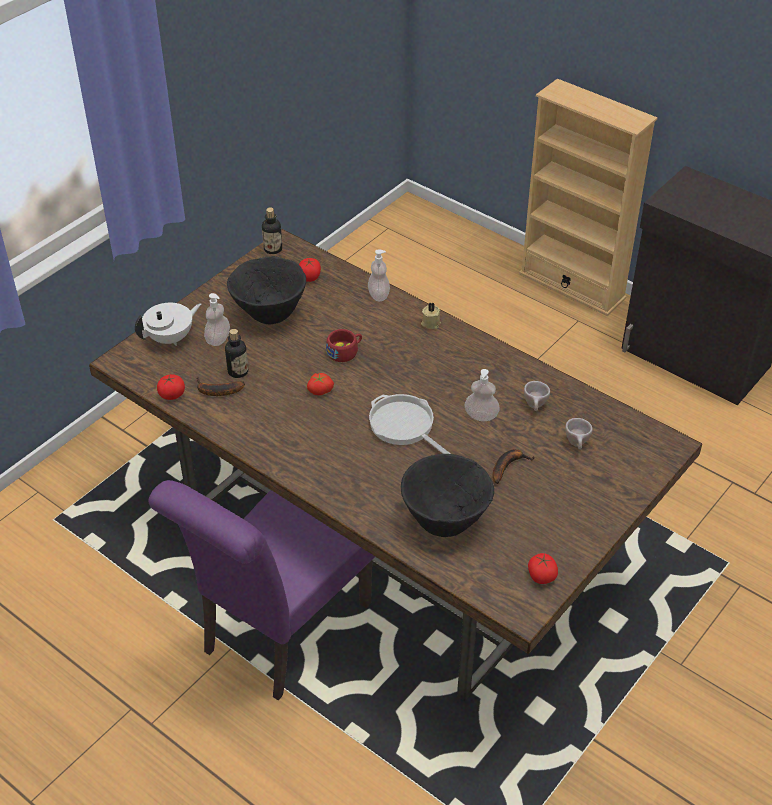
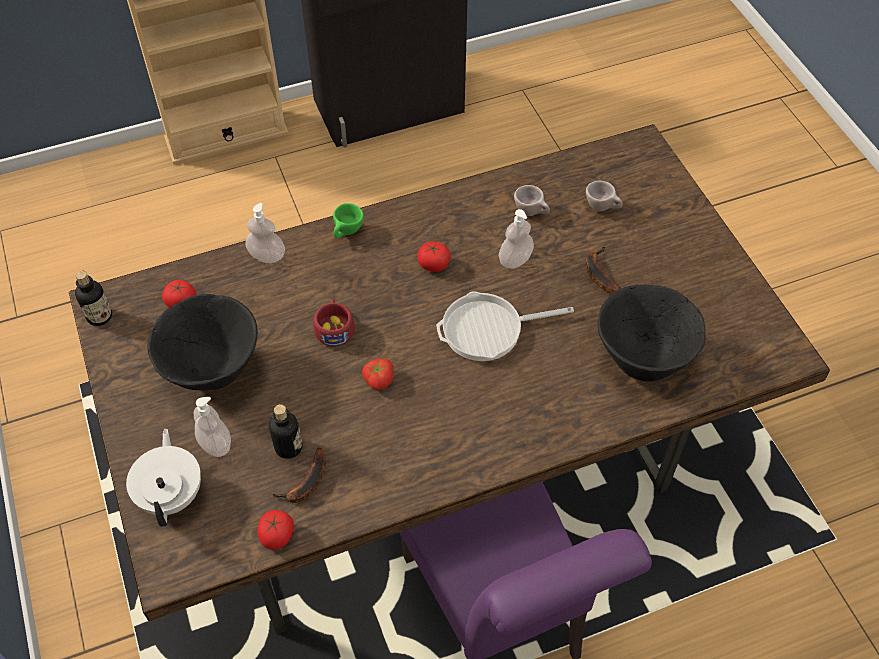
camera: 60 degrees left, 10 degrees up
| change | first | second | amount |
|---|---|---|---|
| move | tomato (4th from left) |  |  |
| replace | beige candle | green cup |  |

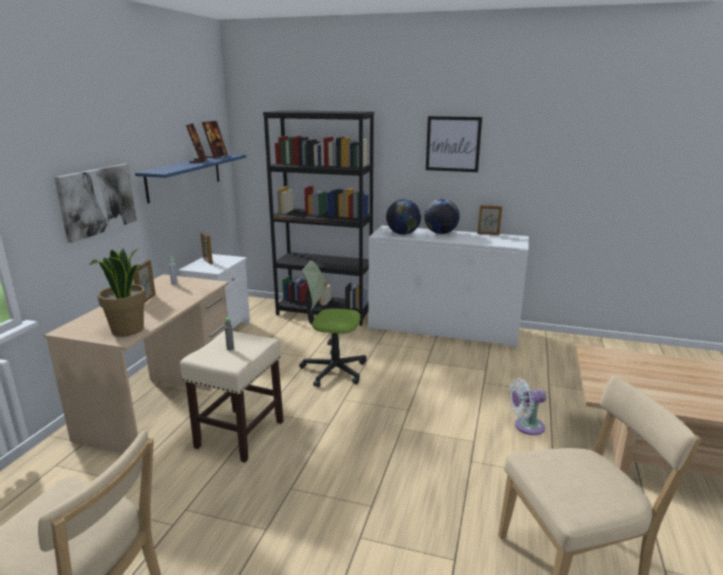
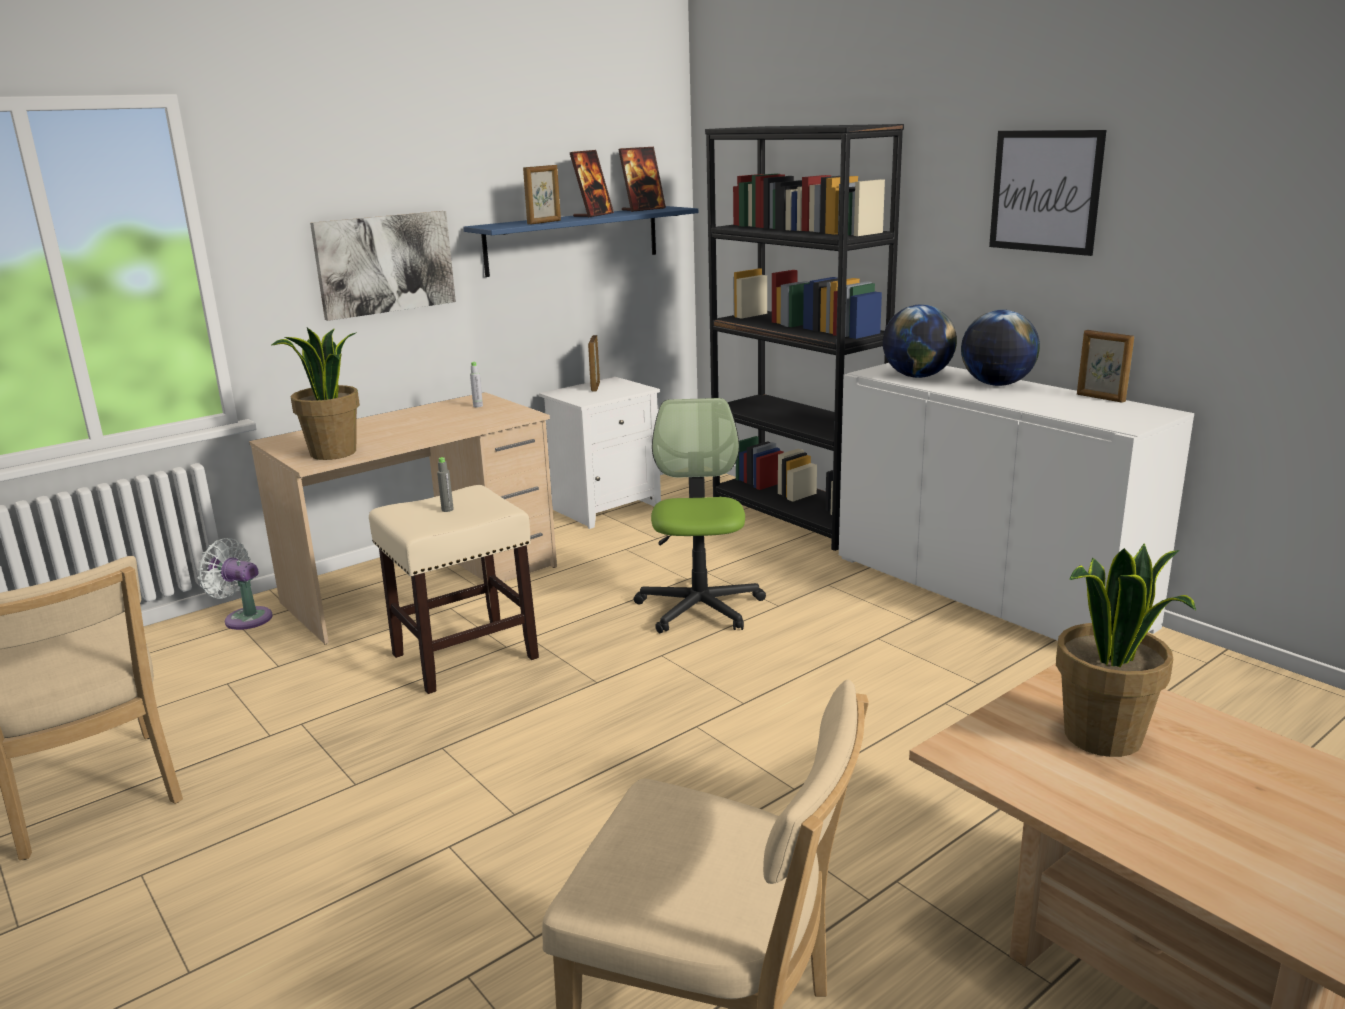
camera: 35 degrees right, 0 degrees up
| change | first | second | amount |
|---|---|---|---|
| insert |  | potted plant (2nd from left) |  |
| move | picture frame (1st from left) |  |  |
| move | white fan |  |  |
| rotate | office chair |  | 45 degrees clockwise |

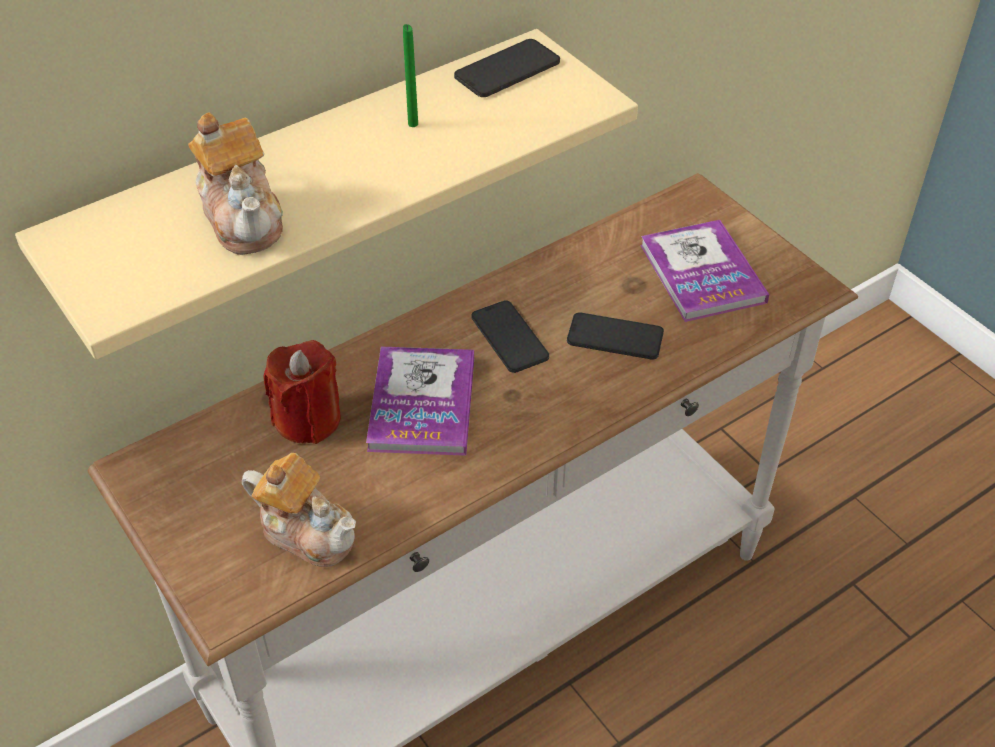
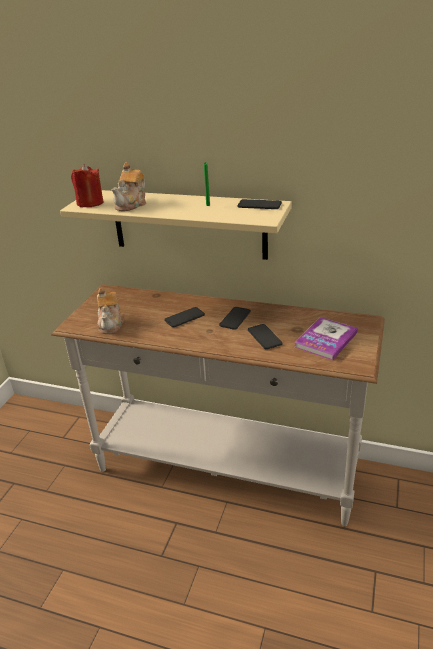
camera: 55 degrees right, 15 degrees down
| change | first | second | amount |
|---|---|---|---|
| move | red candle |  |  |
| replace | book (1st from left) | phone (1st from left) |  |

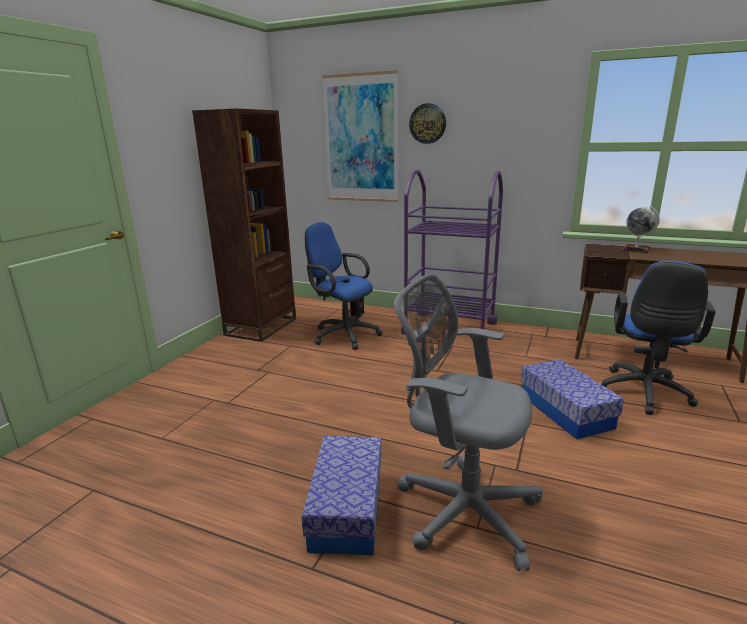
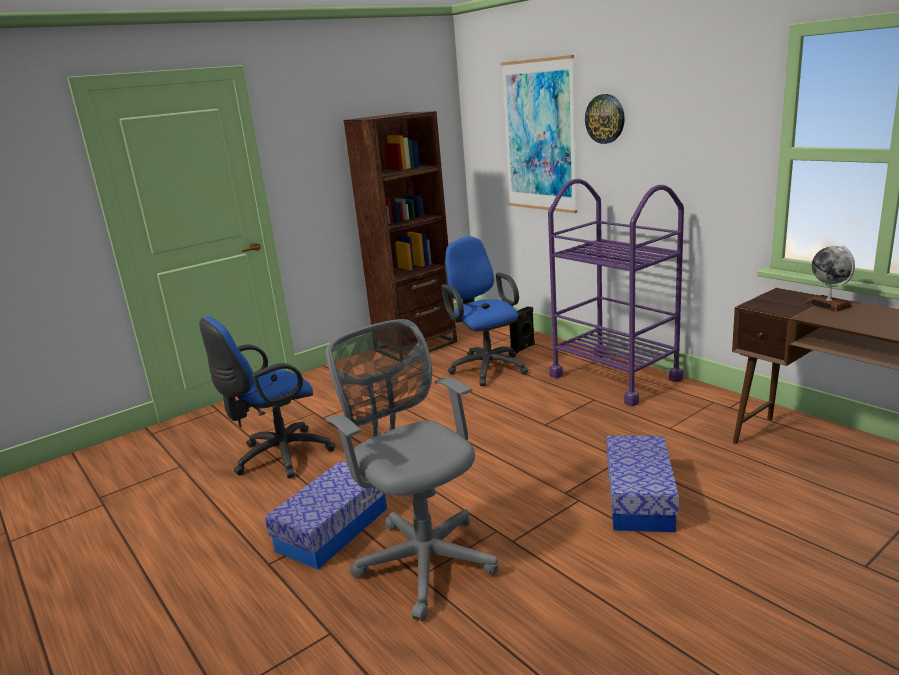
camera: 30 degrees right, 0 degrees up
| change | first | second | amount |
|---|---|---|---|
| move | blue office chair (2nd from left in the first image) | blue office chair (1st from left) |  |

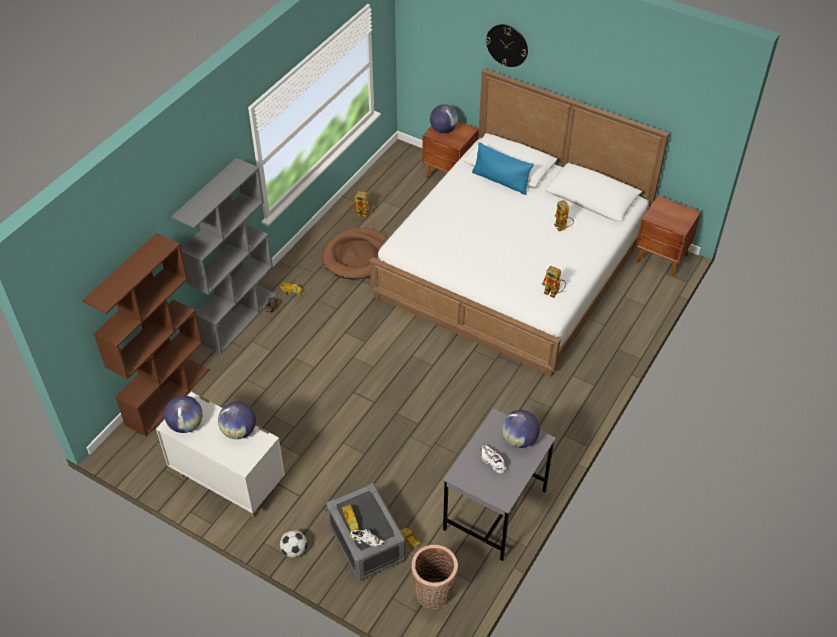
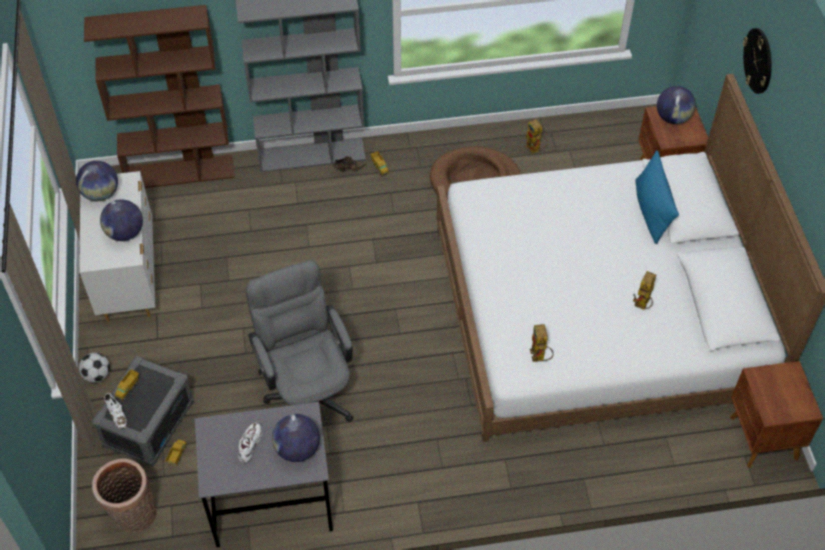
camera: 50 degrees right, 5 degrees up
| change | first | second | amount |
|---|---|---|---|
| insert |  | grey office chair |  |

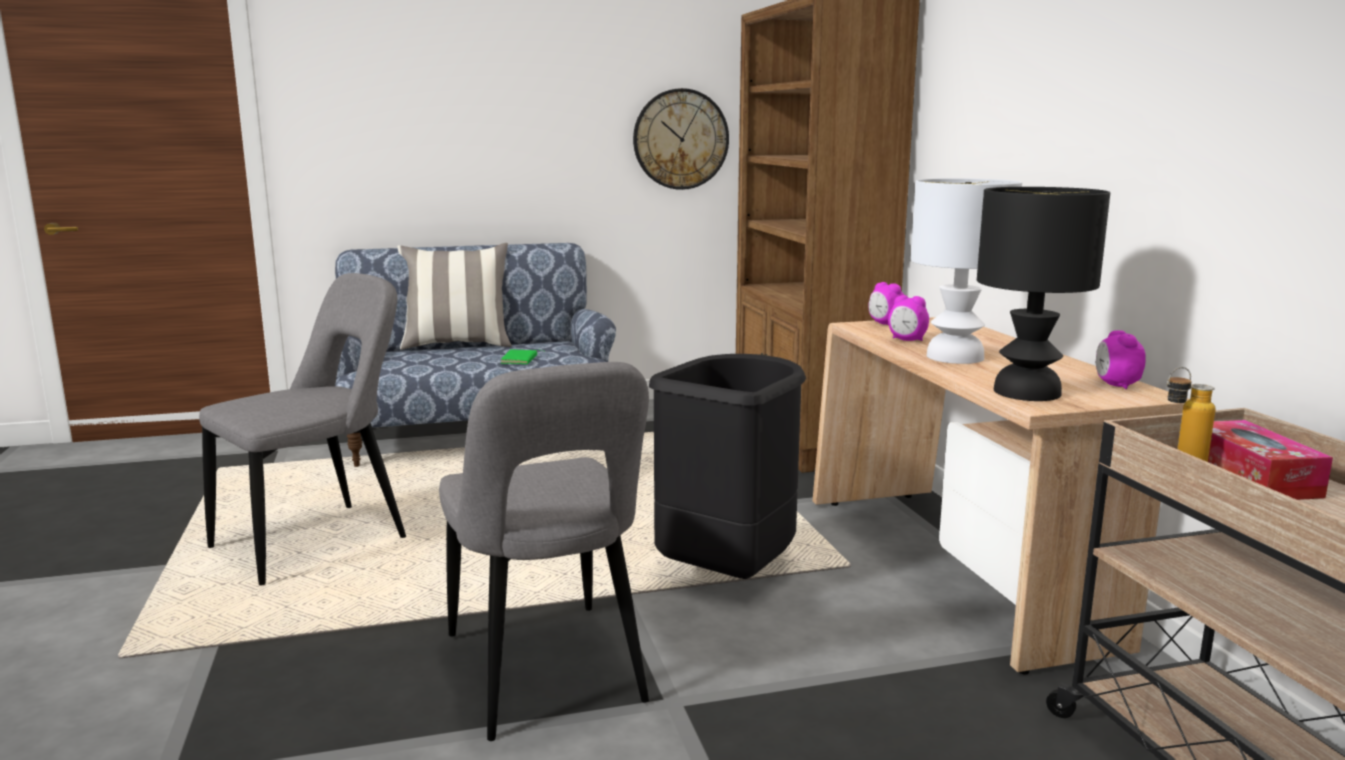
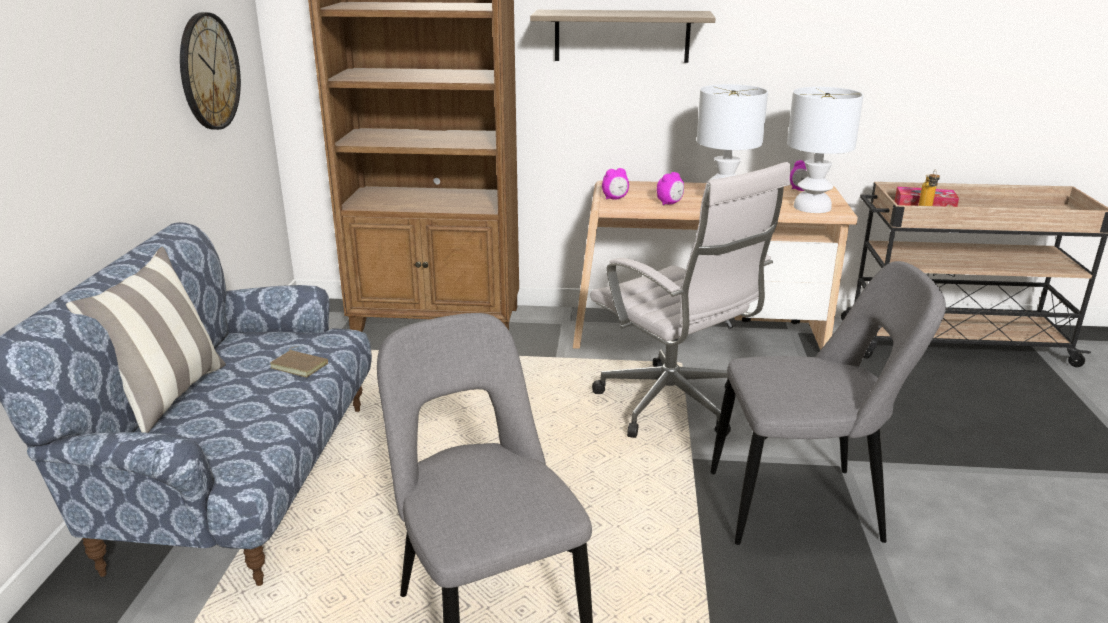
camera: 70 degrees left, 10 degrees up
| change | first | second | amount |
|---|---|---|---|
| insert |  | shelf |  |
| replace | black trash can | white office chair |  |
| recolor | green book | brown book |  |
| recolor | black table lamp | white table lamp (2nd from left) |  |

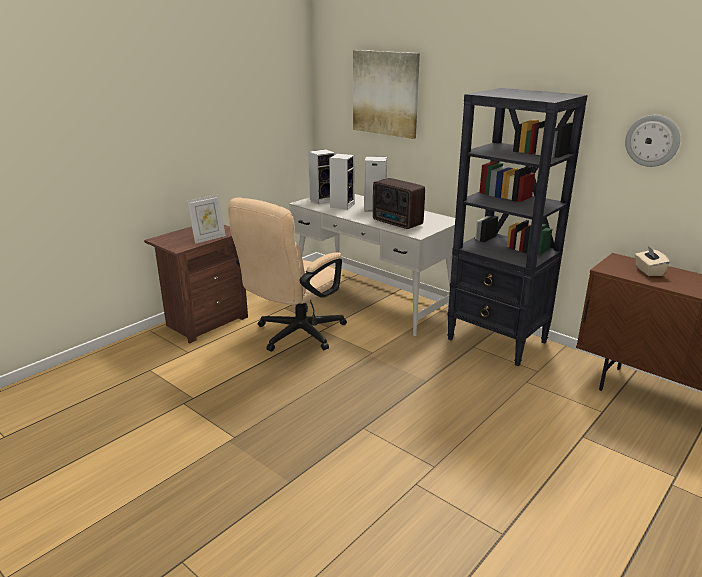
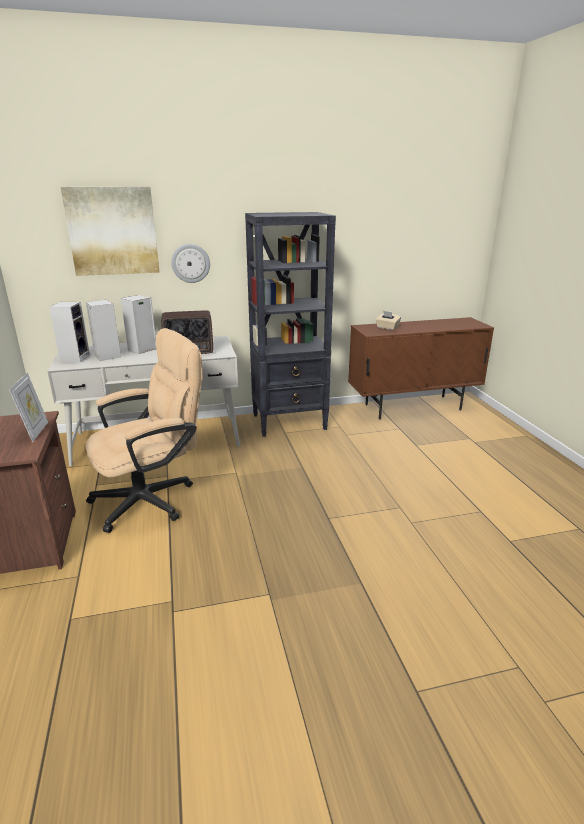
camera: 55 degrees left, 0 degrees up
| change | first | second | amount |
|---|---|---|---|
| move | wall clock |  |  |
| rotate | beige office chair |  | 105 degrees counterclockwise |

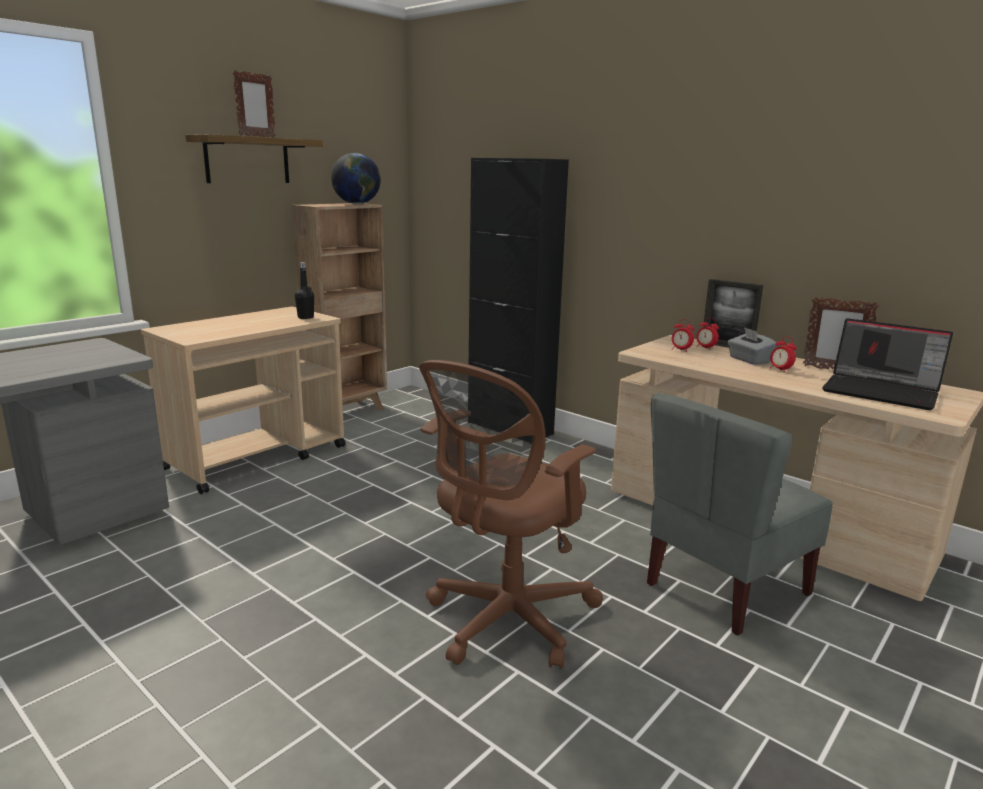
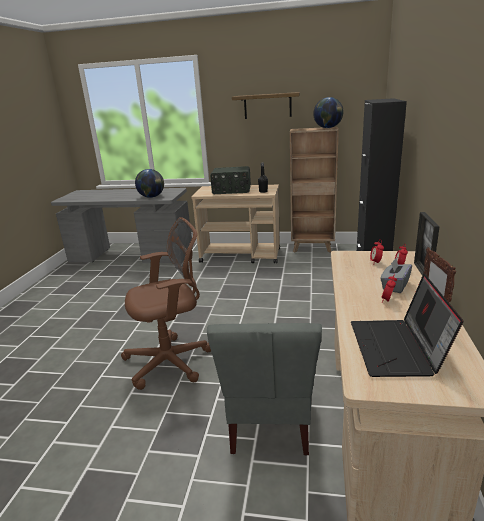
camera: 60 degrees right, 5 degrees up
| change | first | second | amount |
|---|---|---|---|
| delete | picture frame (1st from left) |  |  |
| insert |  | globe (1st from left) |  |
| insert |  | radio |  |
| rotate | brown office chair |  | 150 degrees clockwise |
| rotate | grey chair |  | 105 degrees counterclockwise |

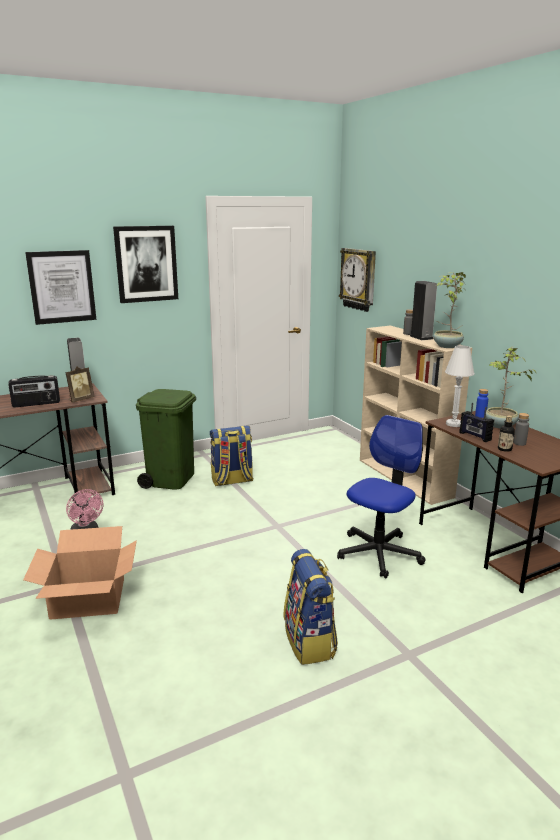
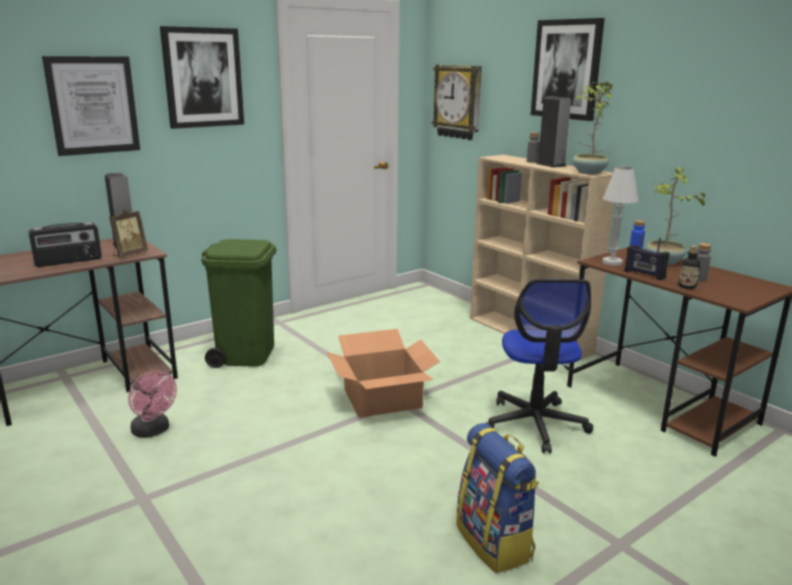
camera: 10 degrees left, 0 degrees up
| change | first | second | amount |
|---|---|---|---|
| delete | backpack (1st from left) |  |  |
| insert |  | picture (3rd from left) |  |
| move | cardboard box |  |  |
| rotate | office chair |  | 150 degrees clockwise |

